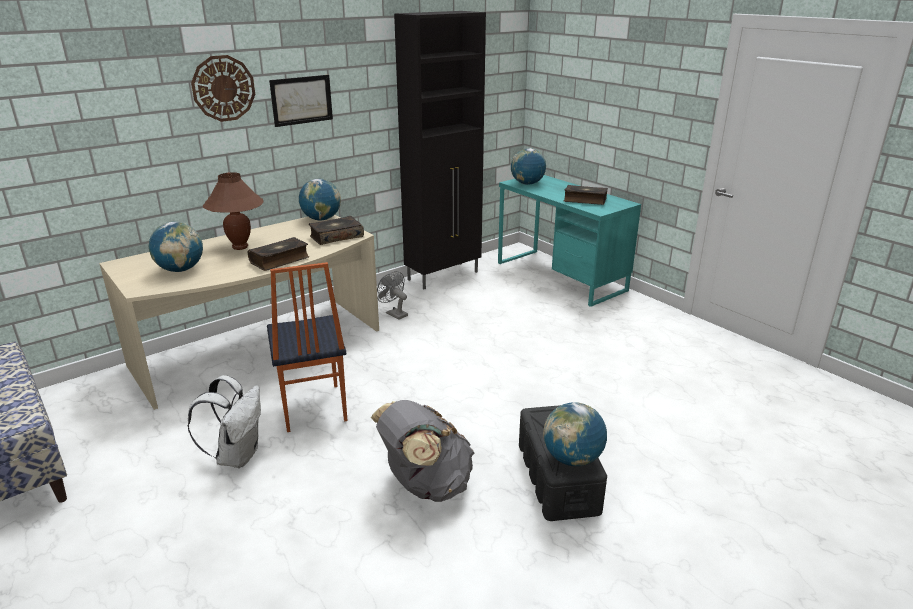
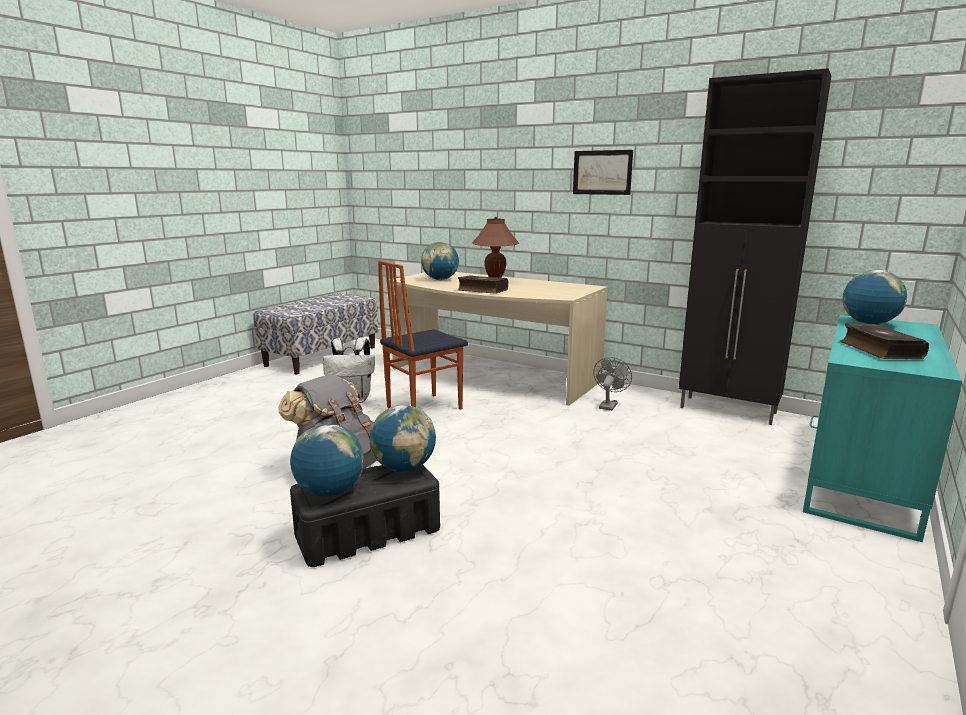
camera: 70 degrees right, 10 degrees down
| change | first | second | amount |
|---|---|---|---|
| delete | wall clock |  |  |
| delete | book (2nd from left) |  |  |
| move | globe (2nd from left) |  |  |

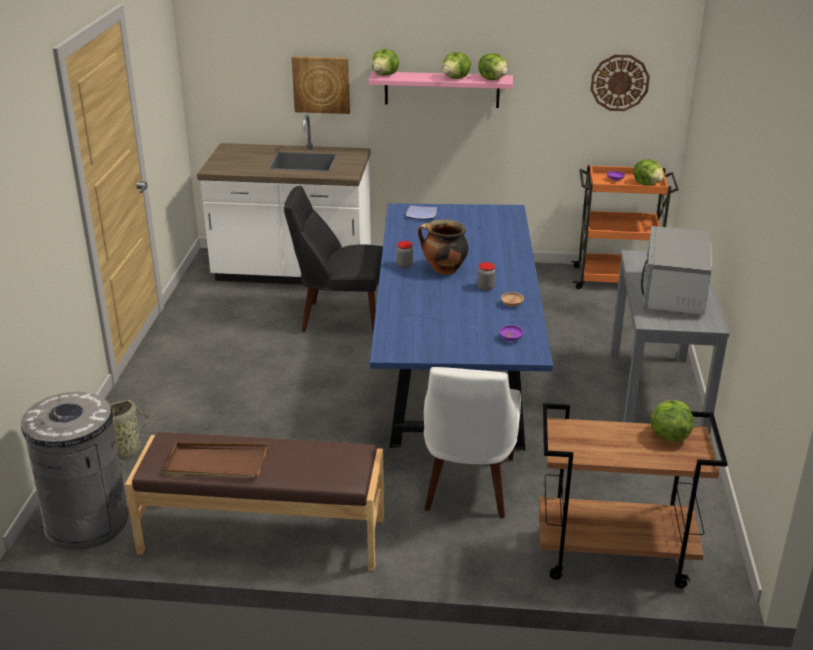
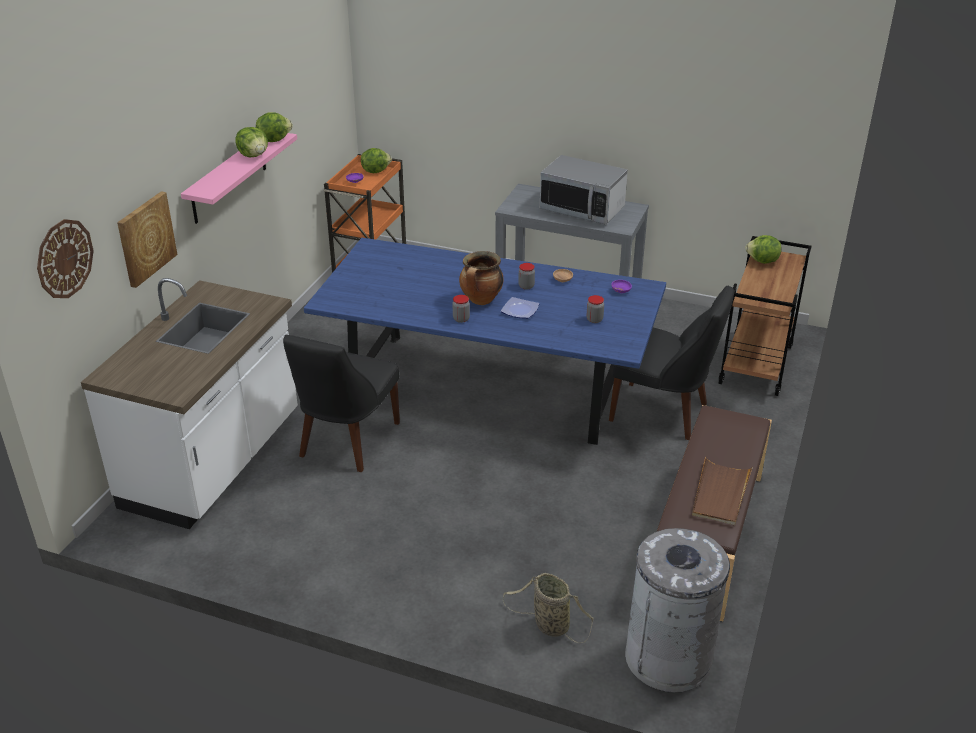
camera: 75 degrees left, 5 degrees up
| change | first | second | amount |
|---|---|---|---|
| delete | lettuce (1st from left) |  |  |
| insert |  | jar (3rd from left) |  |
| move | plate |  |  |
| move | wall clock |  |  |
| recolor | white chair | black chair (2nd from left) |  |

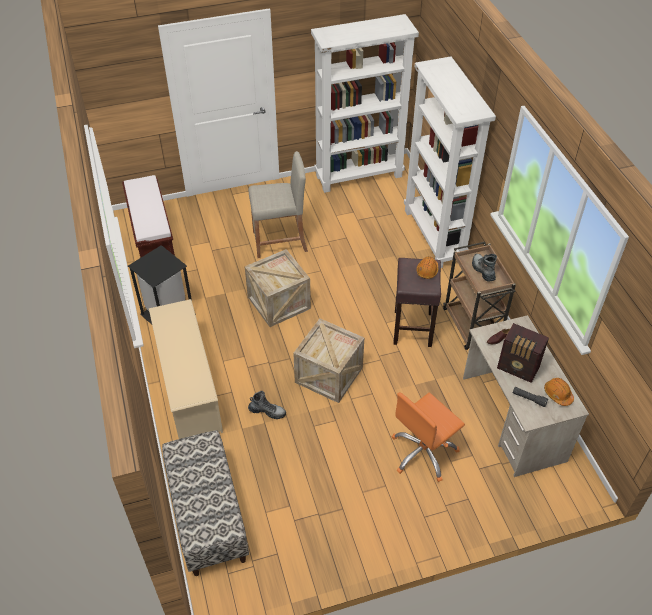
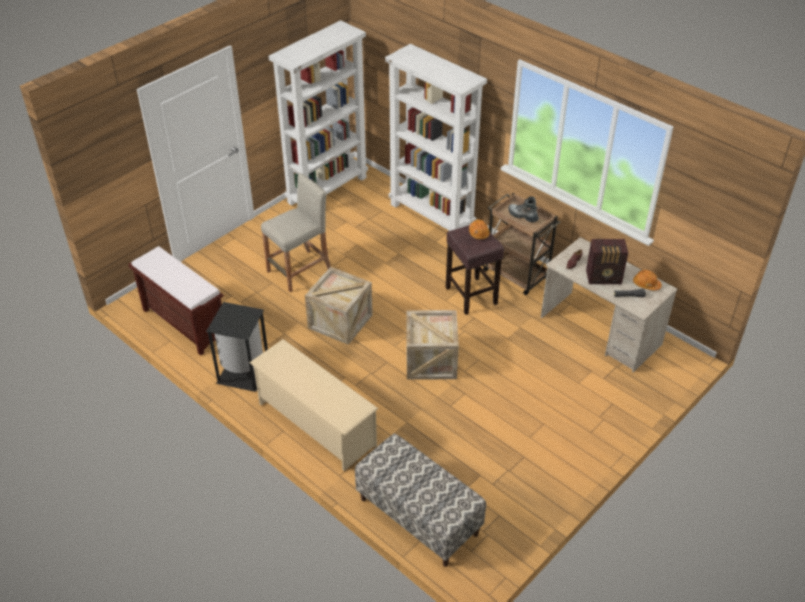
camera: 30 degrees left, 5 degrees down
| change | first | second | amount |
|---|---|---|---|
| delete | boot (1st from left) |  |  |
| delete | orange office chair |  |  |

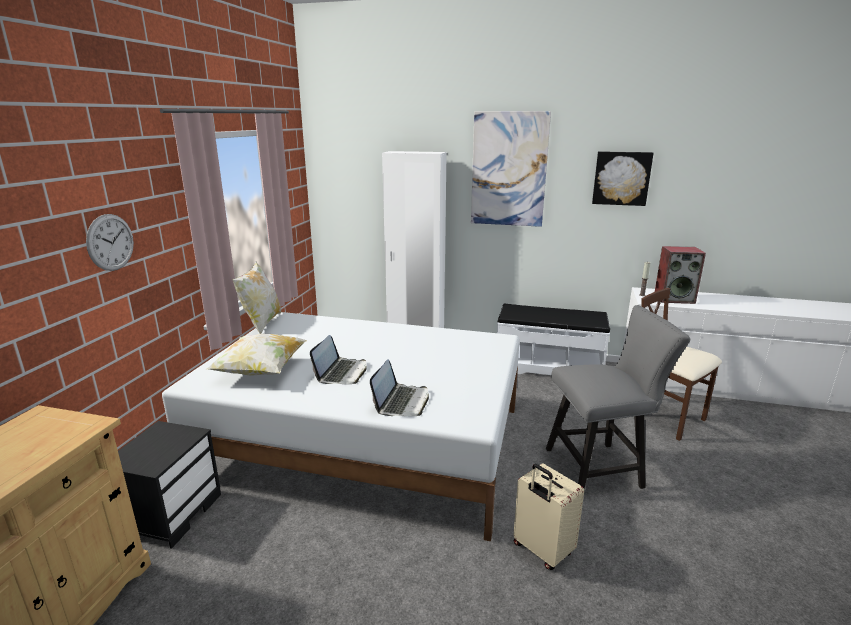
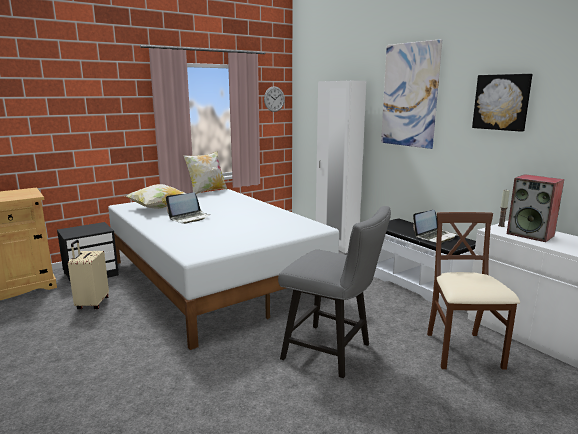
camera: 40 degrees right, 5 degrees down
| change | first | second | amount |
|---|---|---|---|
| move | wall clock |  |  |
| move | laptop (2nd from left) |  |  |
| move | beige suitcase |  |  |

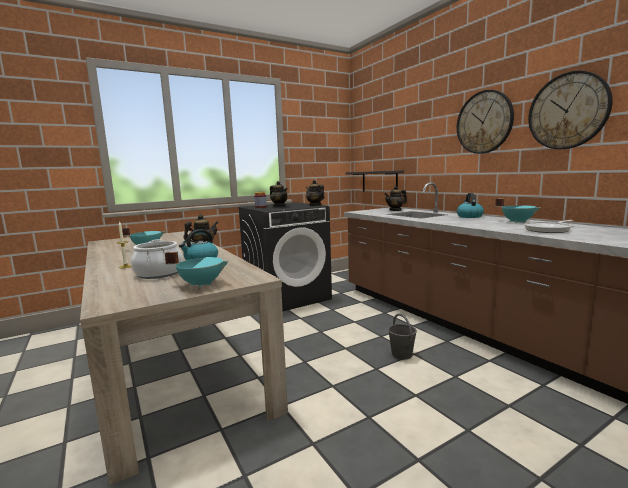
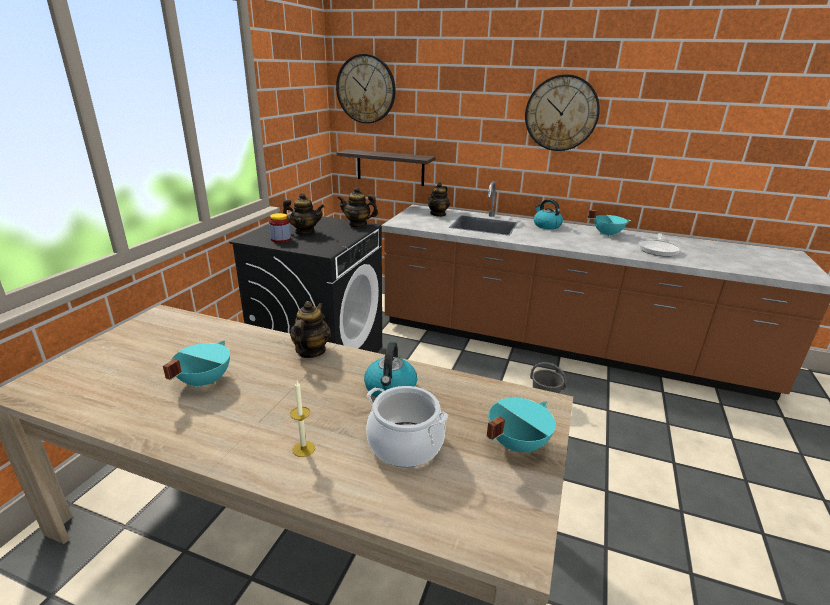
camera: 40 degrees left, 15 degrees up
| change | first | second | amount |
|---|---|---|---|
| move | wall clock (2nd from left in the first image) | wall clock (1st from left) |  |

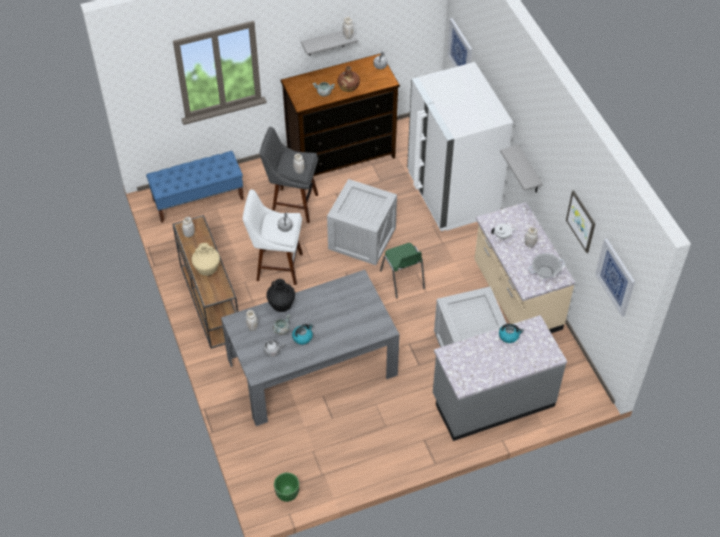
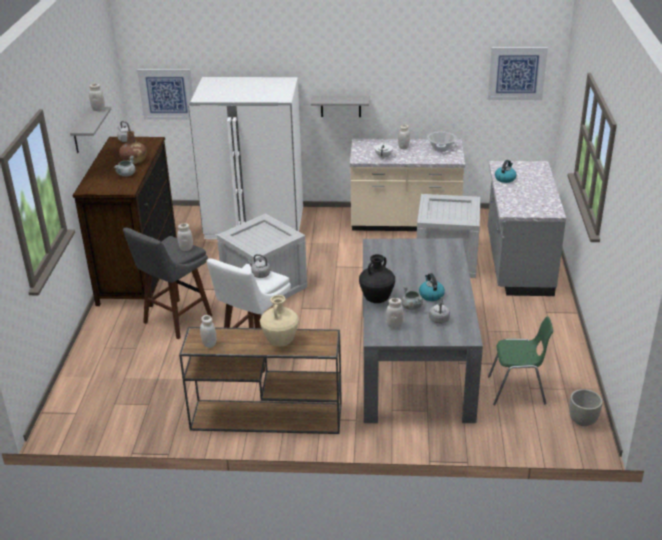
camera: 65 degrees left, 20 degrees down
| change | first | second | amount |
|---|---|---|---|
| delete | blue bench |  |  |
| delete | picture (2nd from left) |  |  |
| move | green chair |  |  |
| recolor | green planter | grey planter |  |

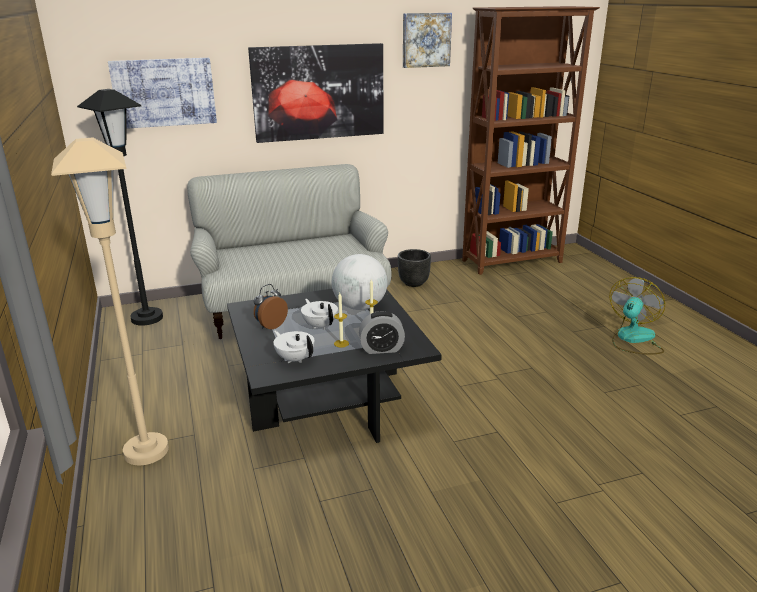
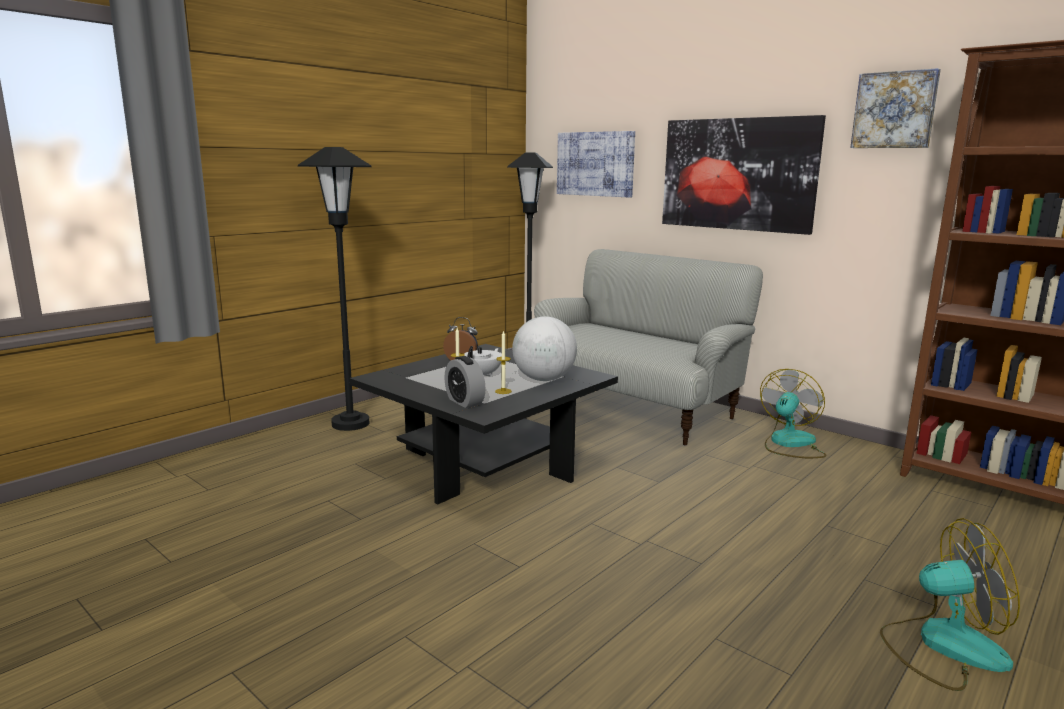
camera: 60 degrees right, 10 degrees down
| change | first | second | amount |
|---|---|---|---|
| delete | white teapot (1st from left) |  |  |
| replace | black planter | fan (1st from left) |  |
| recolor | beige floor lamp | black floor lamp (1st from left) |  |

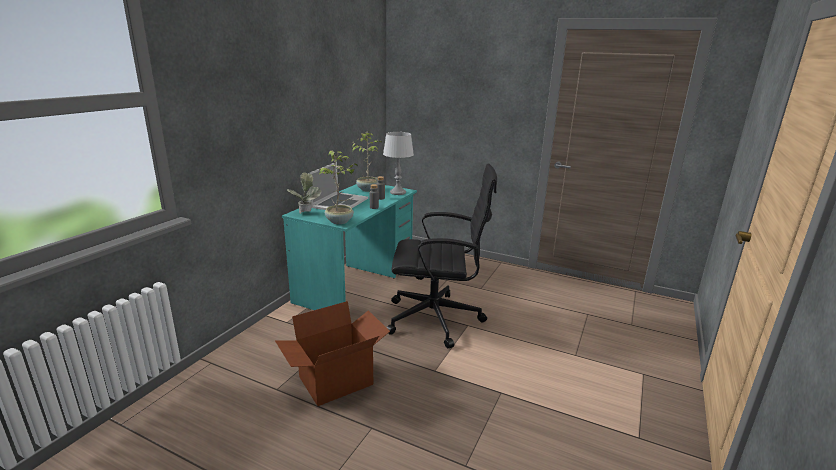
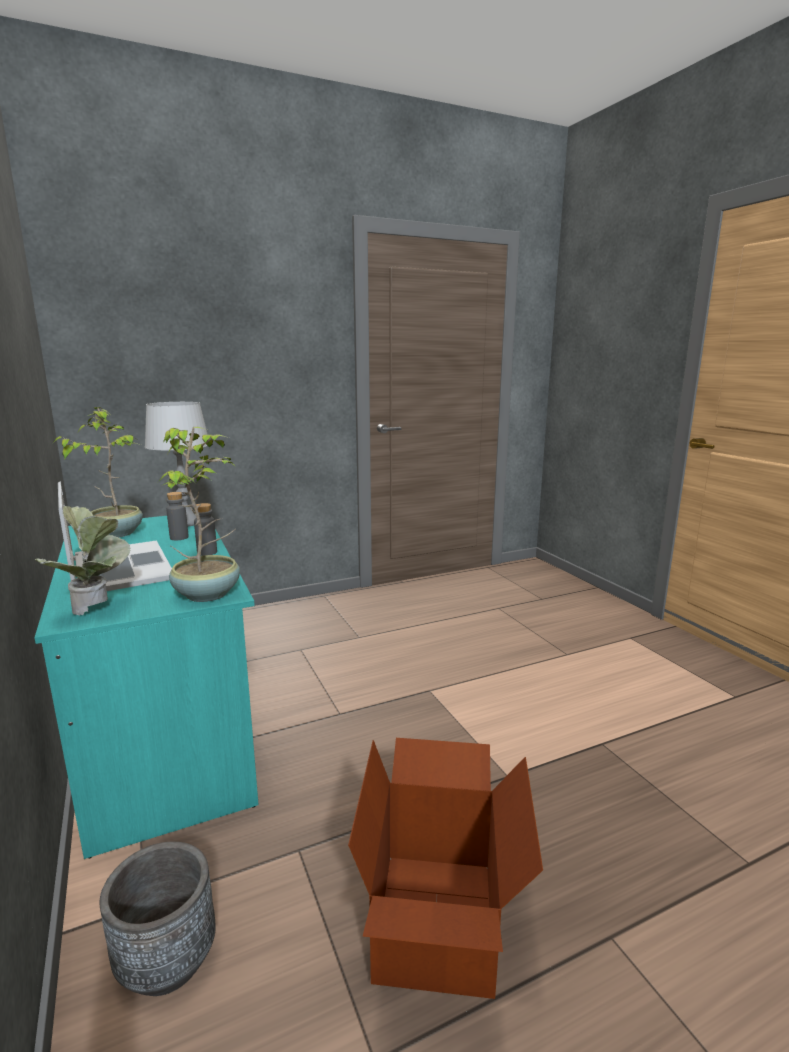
camera: 50 degrees left, 5 degrees down
| change | first | second | amount |
|---|---|---|---|
| delete | black office chair |  |  |
| insert |  | grey planter |  |

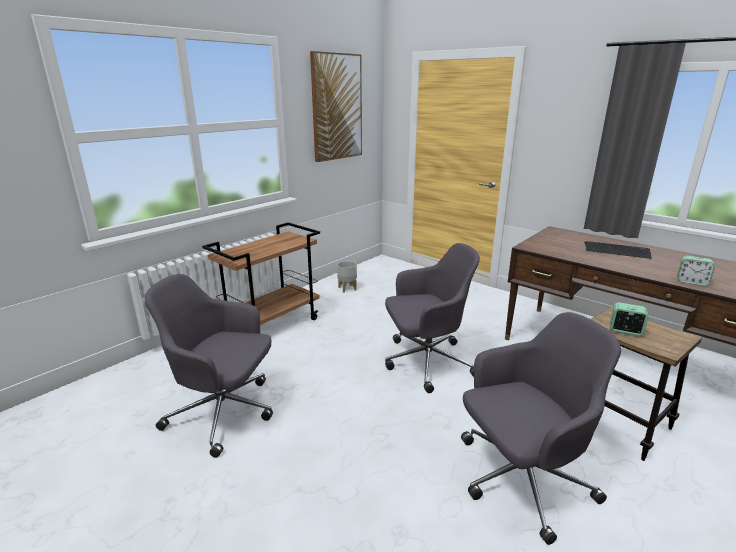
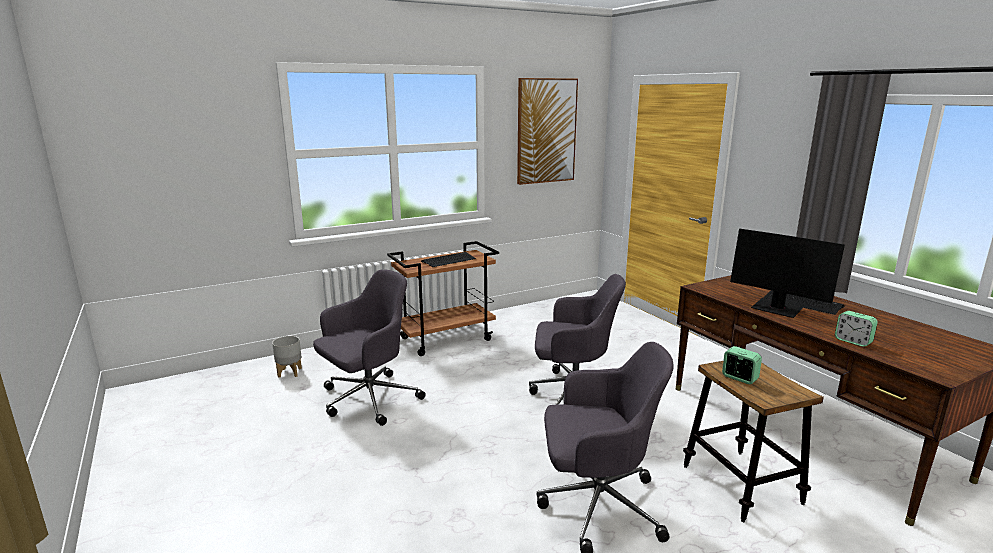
camera: 20 degrees right, 5 degrees down
| change | first | second | amount |
|---|---|---|---|
| insert |  | keyboard (1st from left) |  |
| insert |  | monitor |  |
| move | grey planter |  |  |
| rotate | grey office chair (1st from left) |  | 105 degrees clockwise |

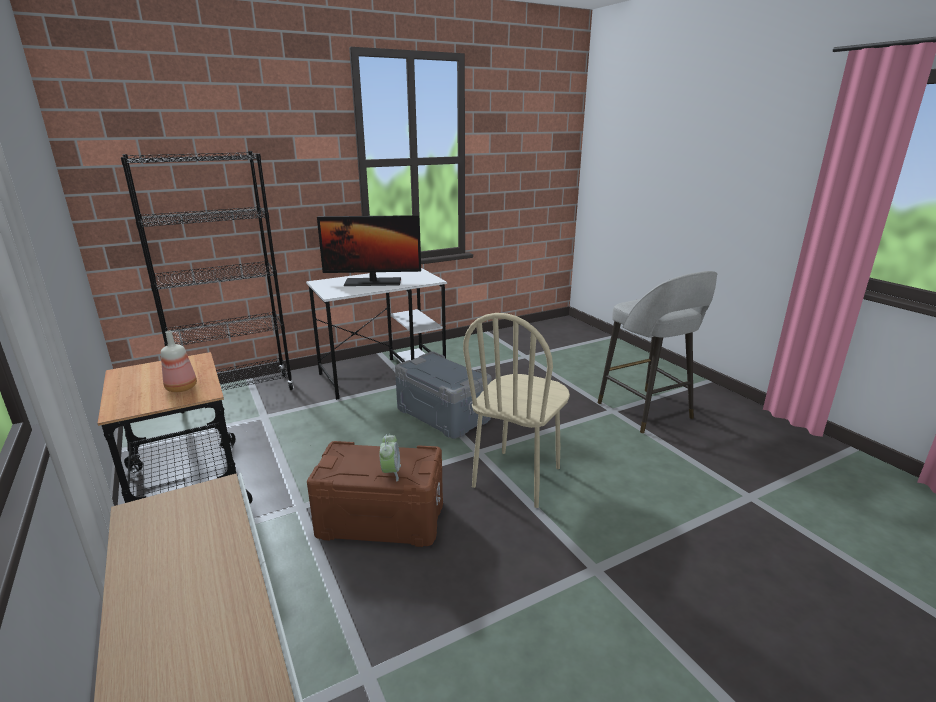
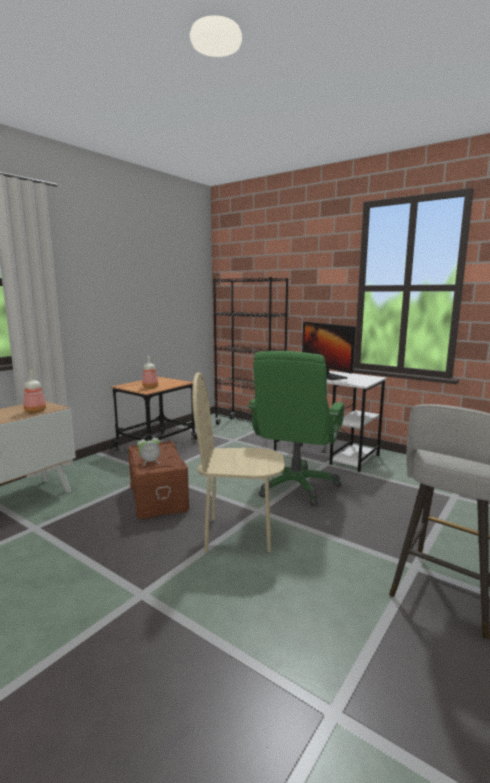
camera: 65 degrees right, 10 degrees down
| change | first | second | amount |
|---|---|---|---|
| insert |  | bottle (1st from left) |  |
| replace | grey storage box | green office chair |  |

